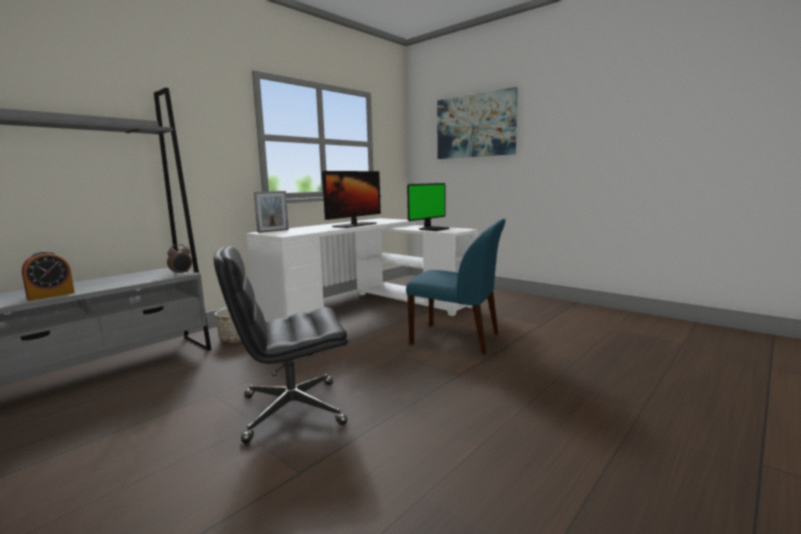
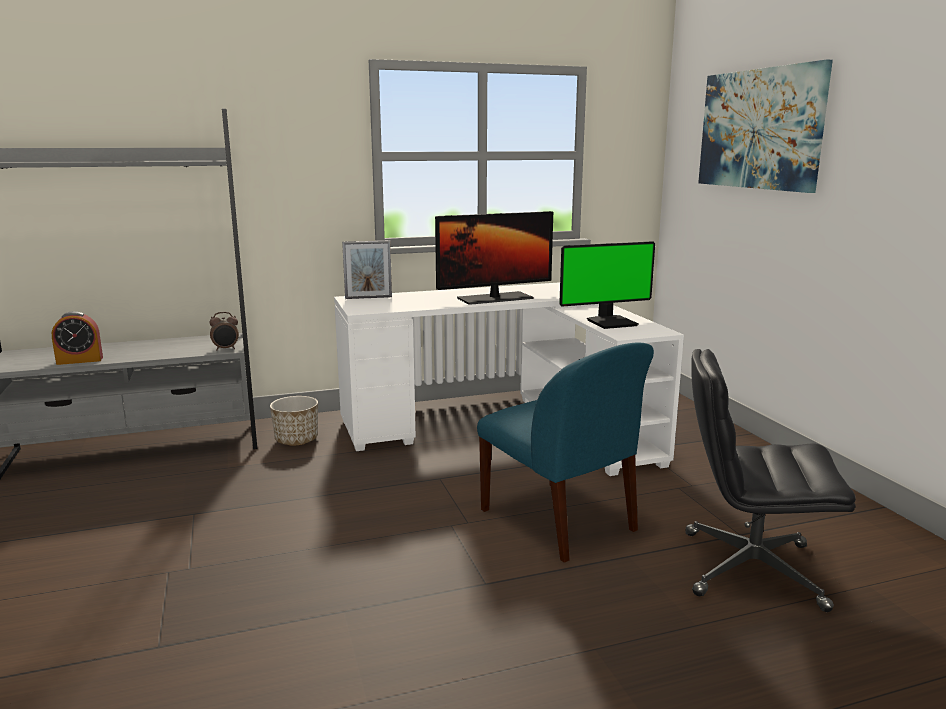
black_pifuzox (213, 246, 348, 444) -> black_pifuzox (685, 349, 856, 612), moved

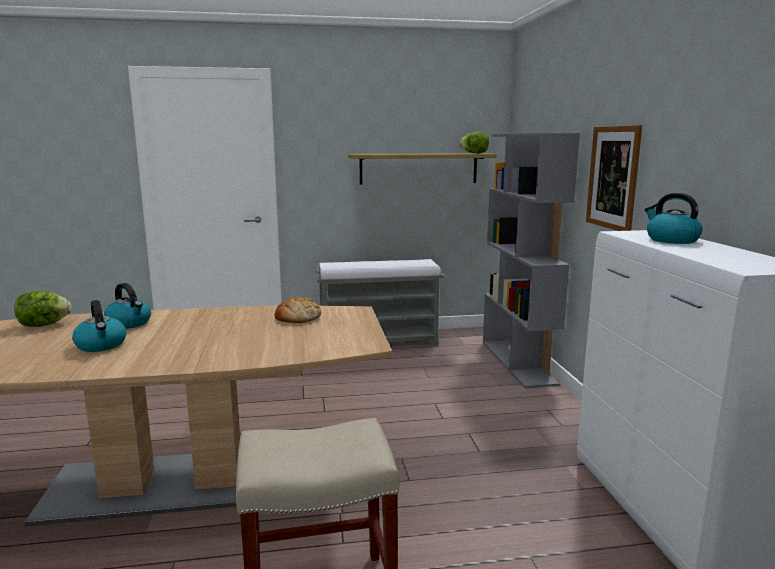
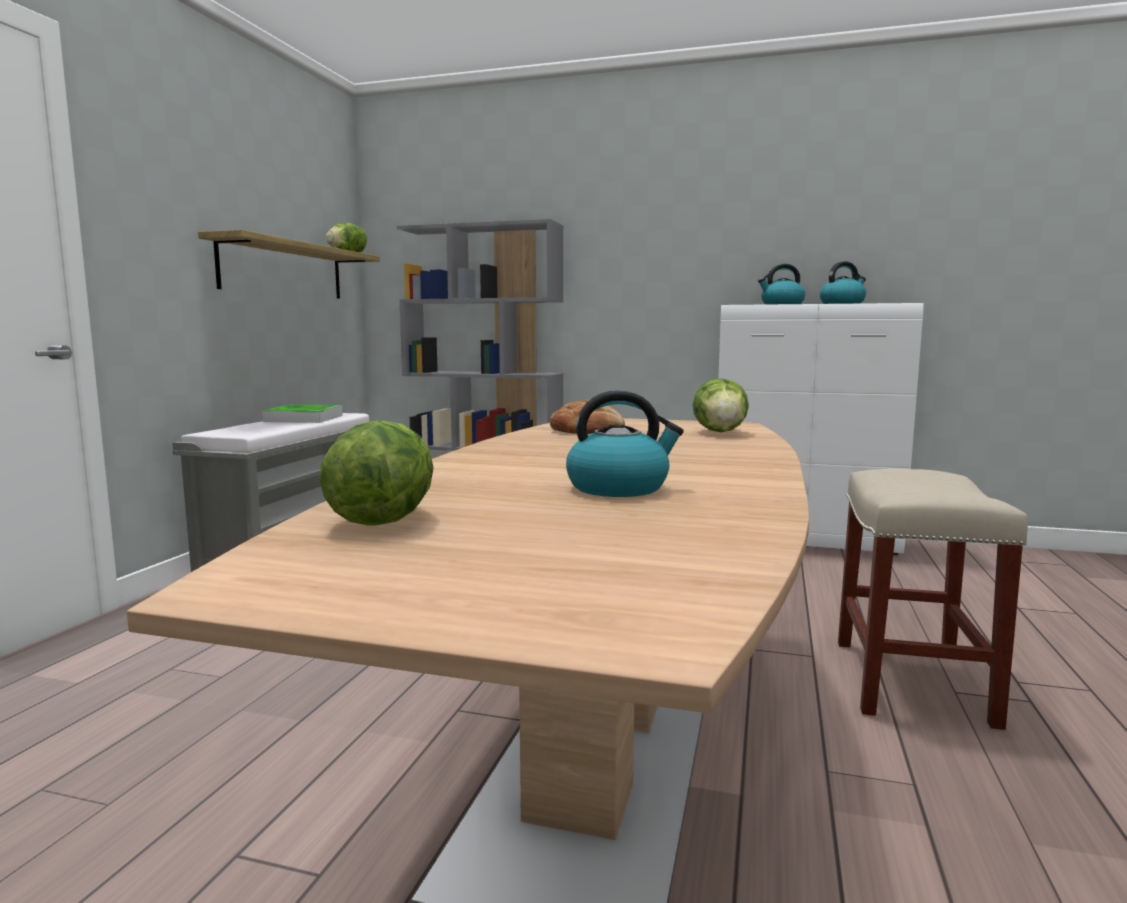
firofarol (586, 125, 642, 231) -> none
none -> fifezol (262, 405, 343, 423)
none -> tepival (693, 378, 749, 432)
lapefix (104, 283, 151, 329) -> lapefix (820, 261, 866, 304), moved

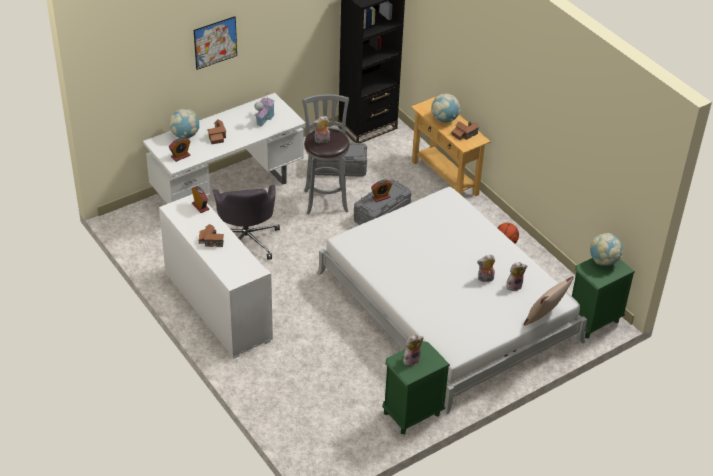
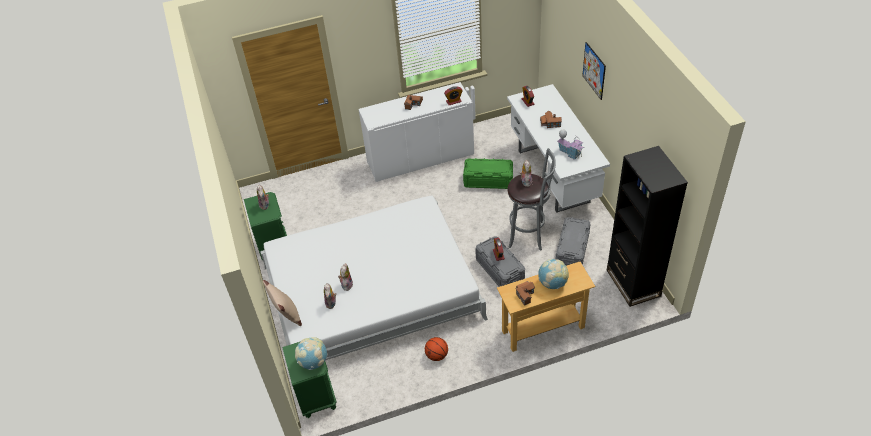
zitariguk (169, 109, 200, 138) -> none
grey_pifuzox (213, 185, 280, 260) -> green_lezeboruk (463, 158, 513, 189)

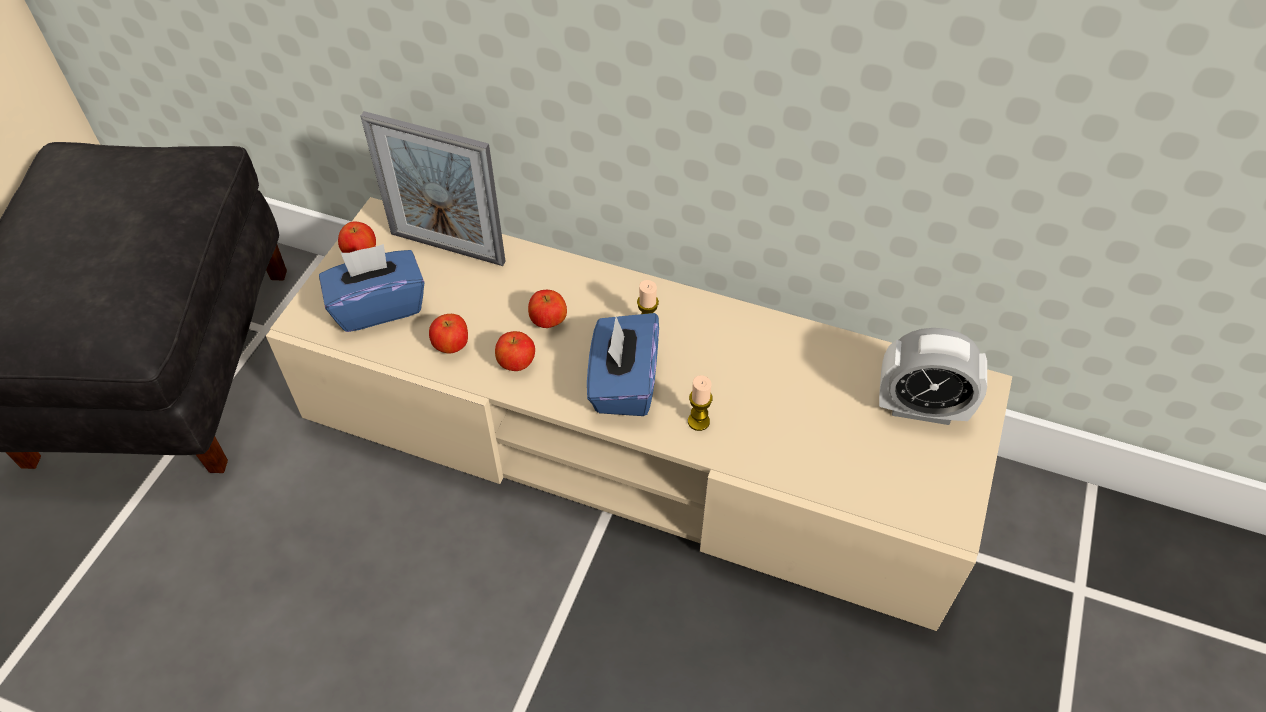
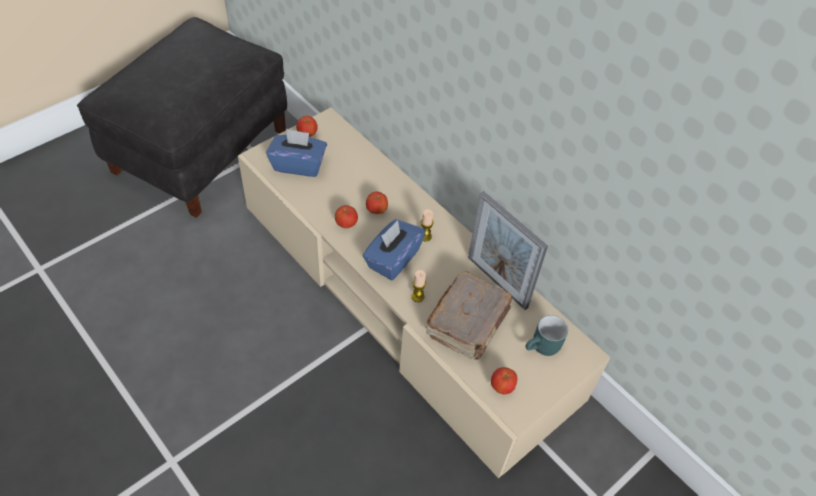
none -> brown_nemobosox (426, 271, 512, 360)
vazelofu (360, 111, 506, 266) -> vazelofu (468, 191, 548, 310), moved
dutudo (429, 314, 468, 354) -> dutudo (491, 367, 517, 394), moved
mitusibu (879, 328, 987, 425) -> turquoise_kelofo (525, 315, 568, 356)

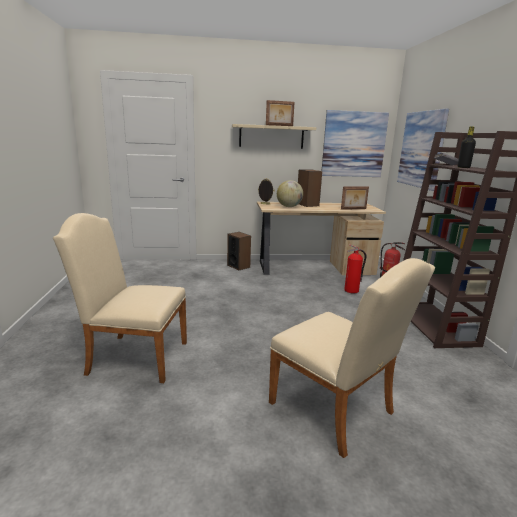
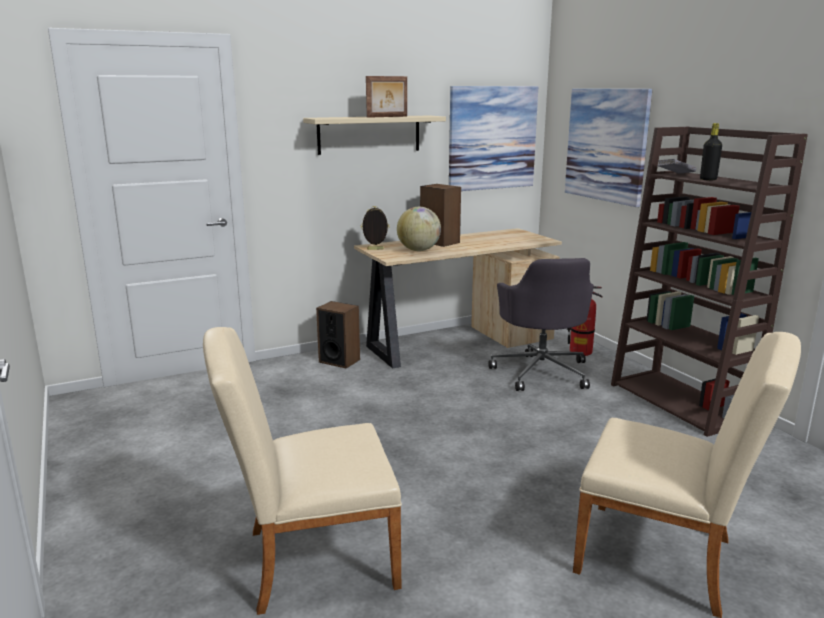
vazelofu (341, 186, 369, 210) -> none
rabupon (344, 244, 366, 294) -> grey_pifuzox (489, 258, 594, 391)

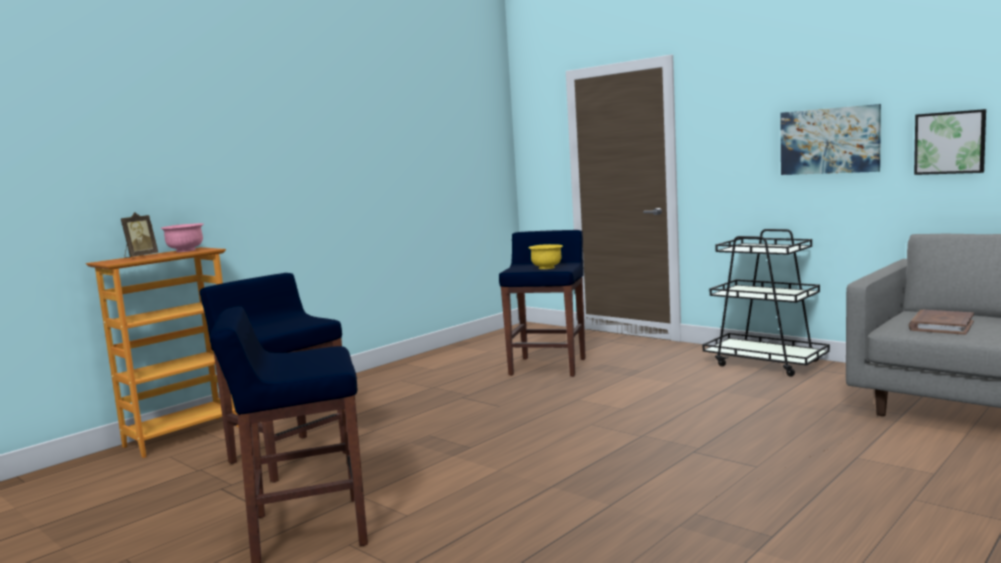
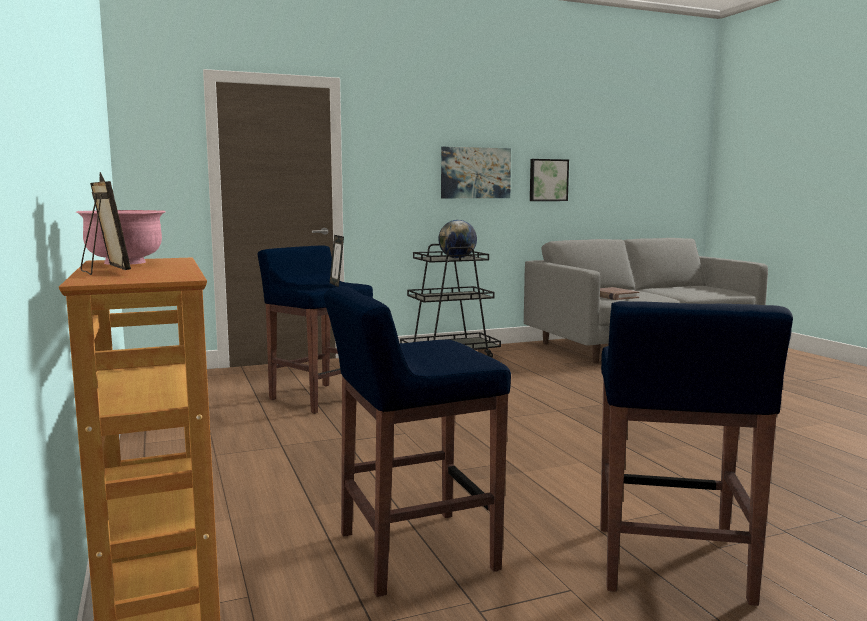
none -> zitariguk (438, 220, 477, 259)
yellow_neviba (528, 244, 563, 269) -> vazelofu (330, 235, 344, 287)

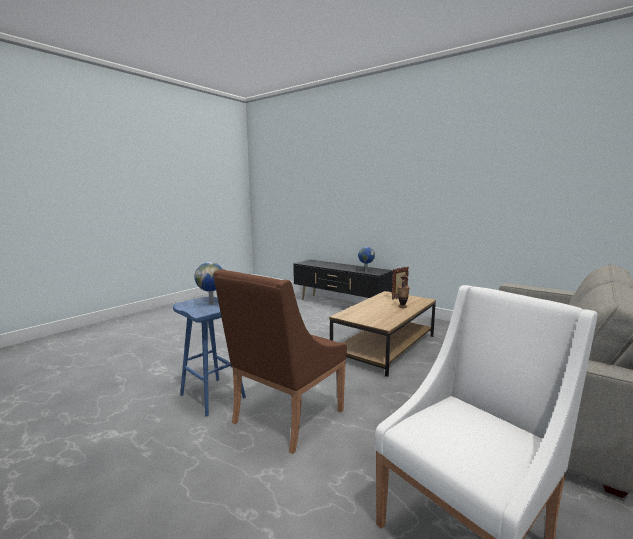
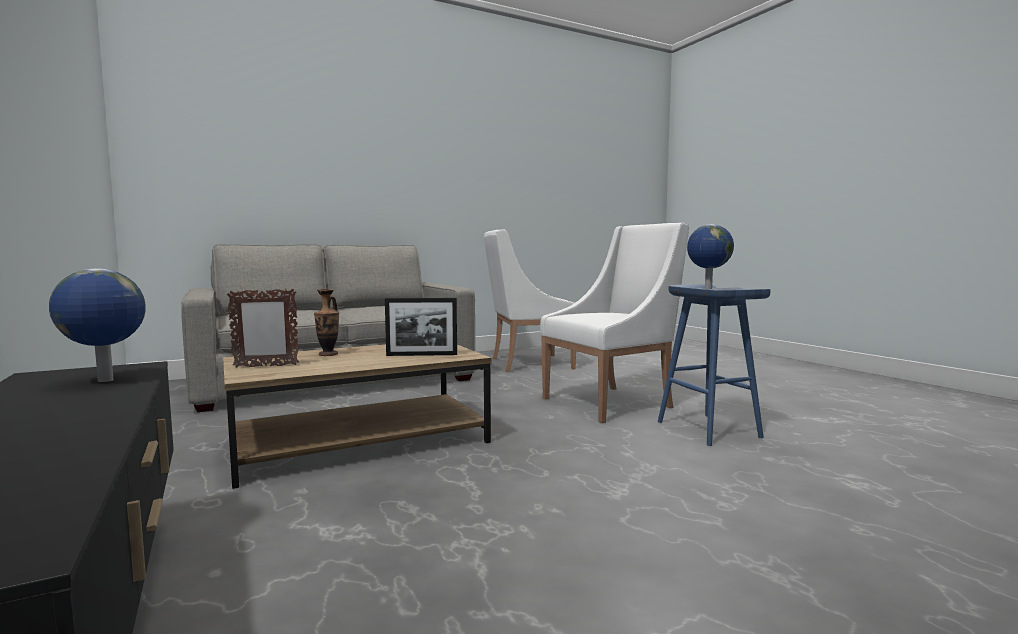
none -> vazelofu (385, 298, 457, 356)
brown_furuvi (214, 269, 347, 454) -> white_furuvi (540, 223, 689, 423)

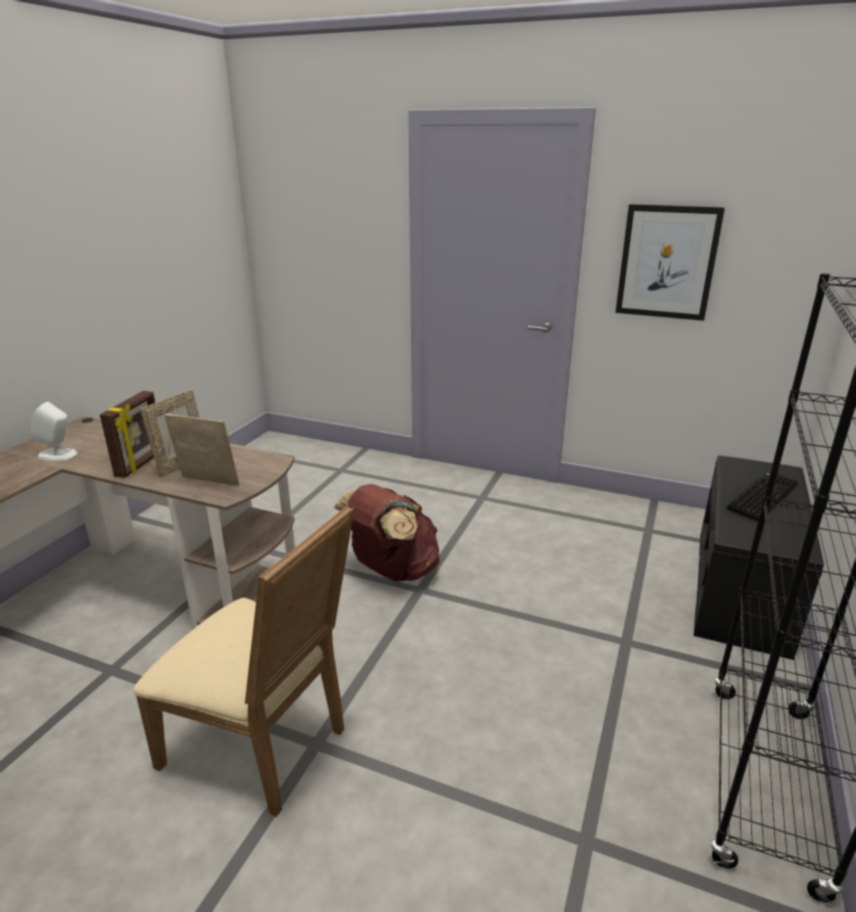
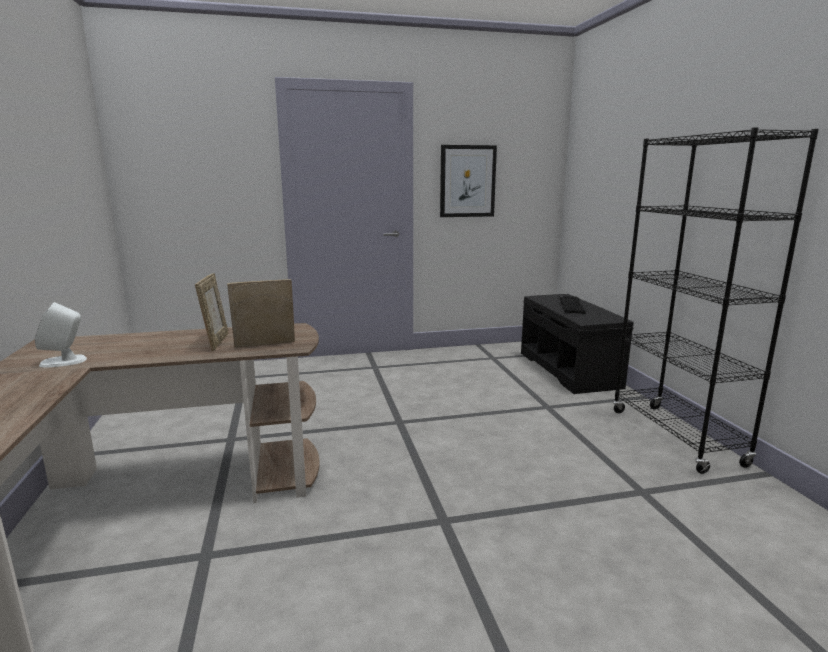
vazelofu (100, 391, 155, 478) -> none
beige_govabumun (133, 505, 354, 817) -> none
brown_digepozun (334, 484, 440, 582) -> none

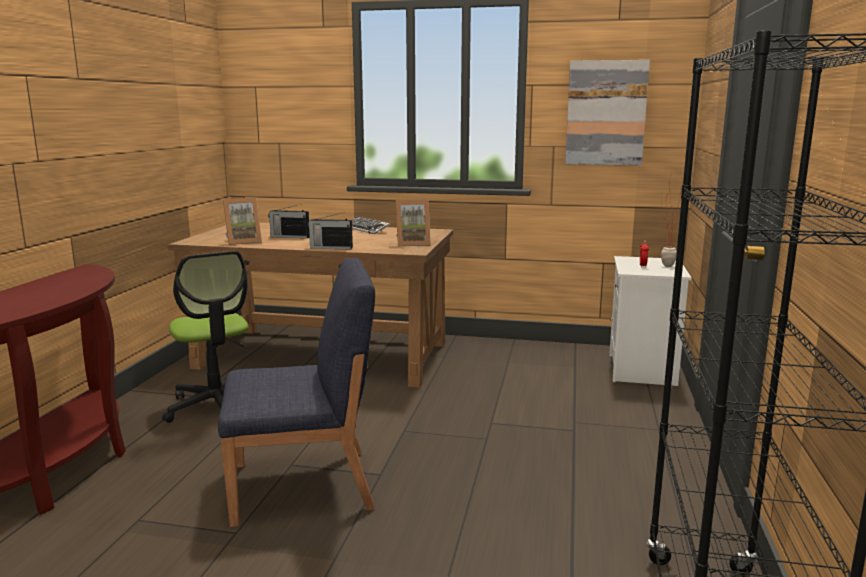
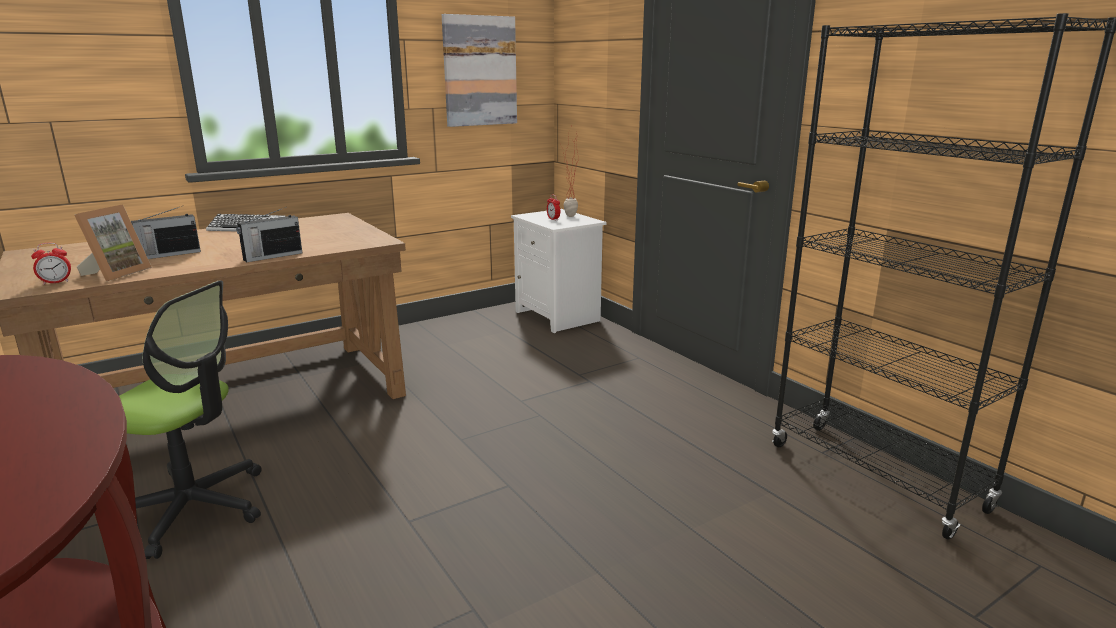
blue_govabumun (218, 258, 375, 527) -> none
vazelofu (396, 199, 431, 246) -> none
none -> mitusibu (31, 243, 71, 285)

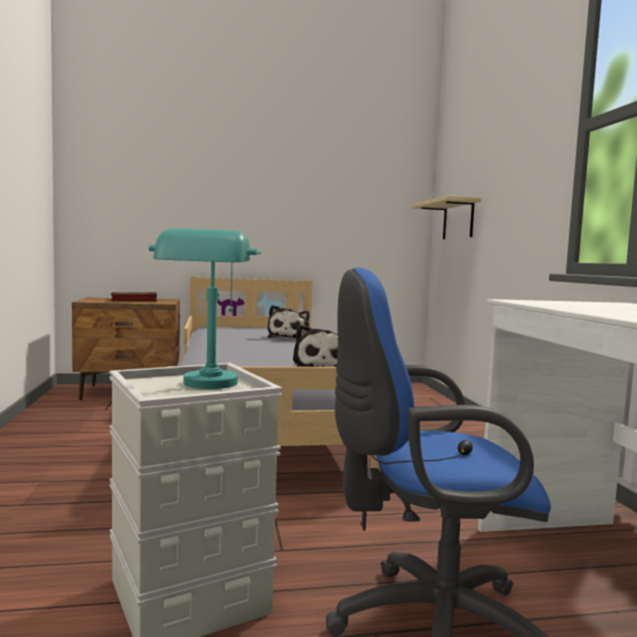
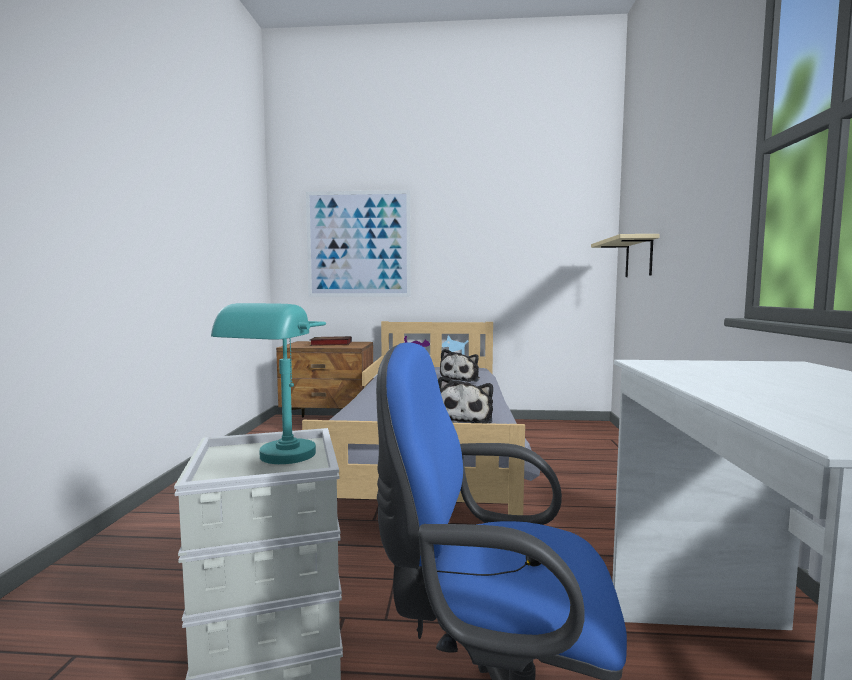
none -> firofarol (306, 190, 411, 297)

